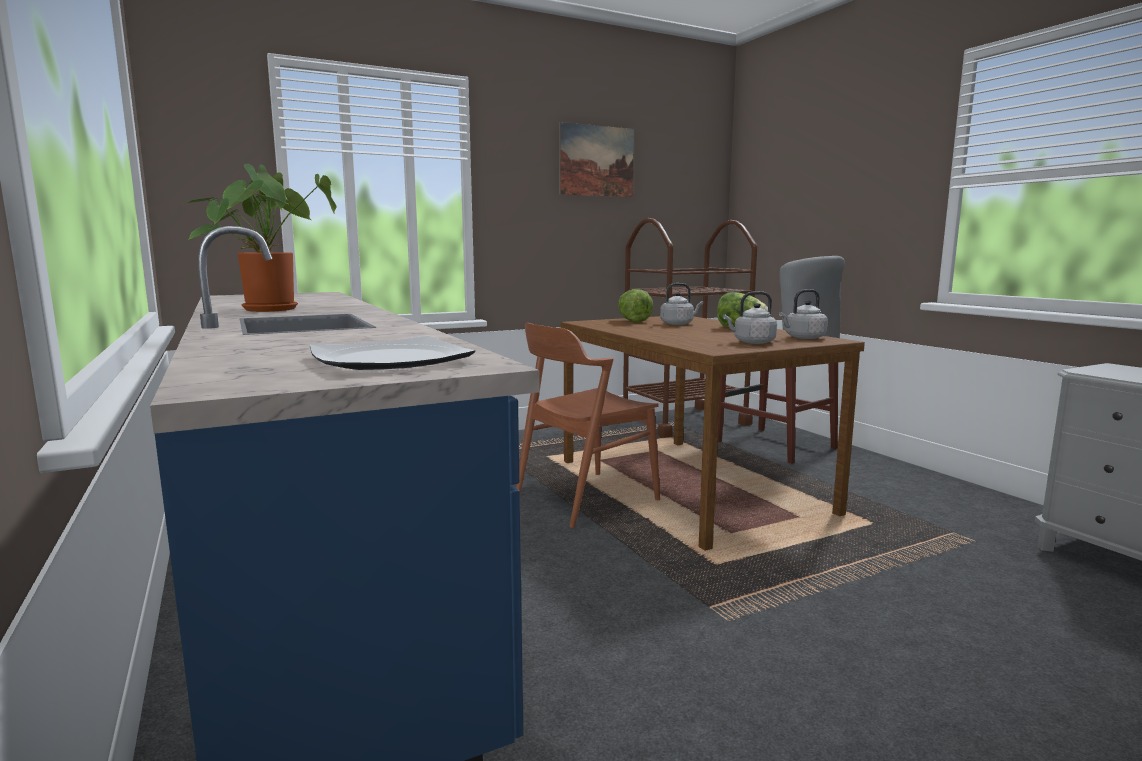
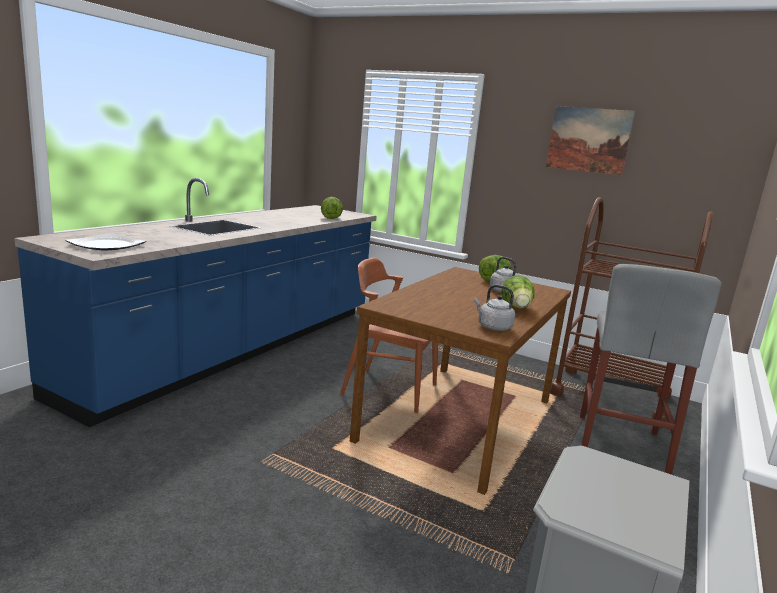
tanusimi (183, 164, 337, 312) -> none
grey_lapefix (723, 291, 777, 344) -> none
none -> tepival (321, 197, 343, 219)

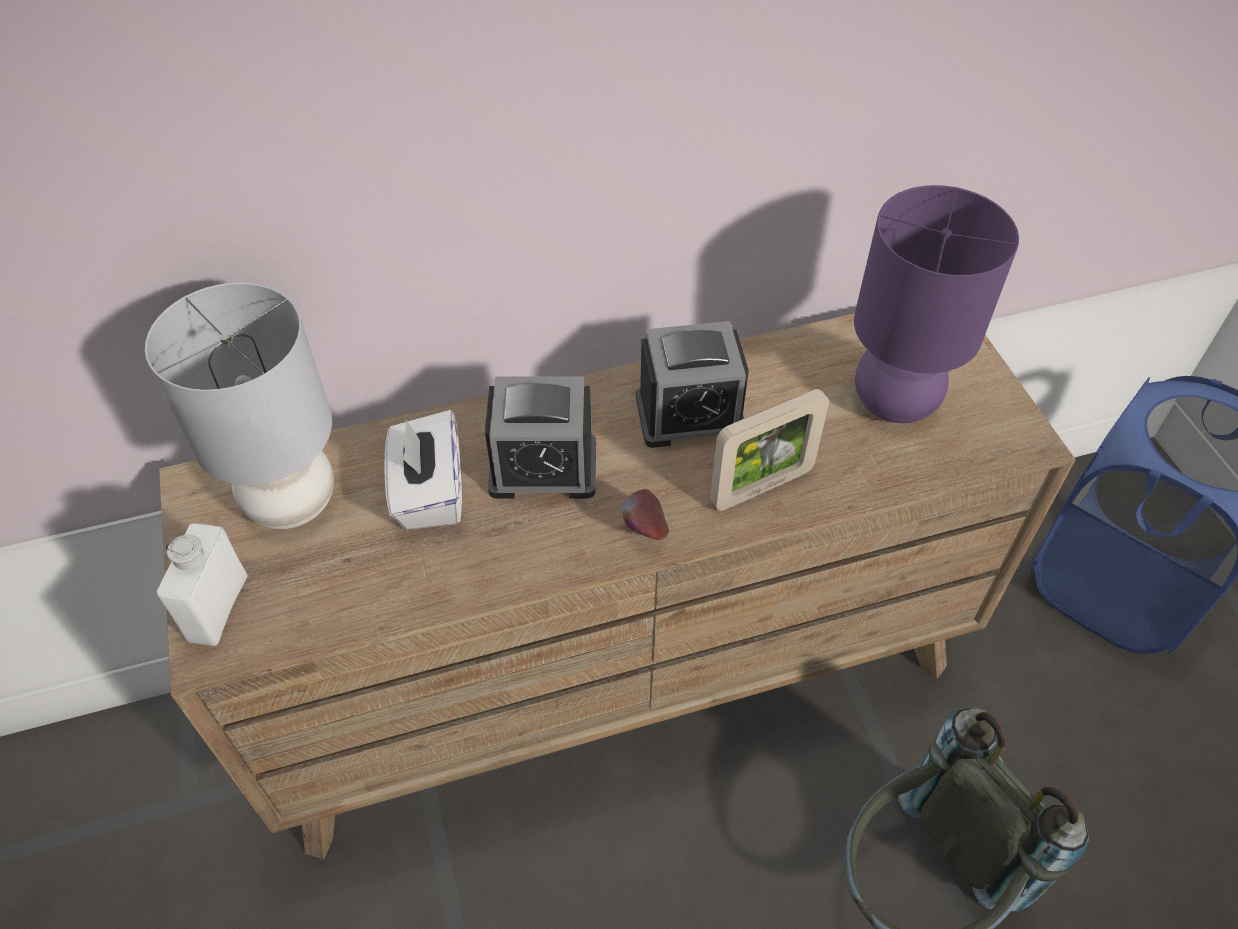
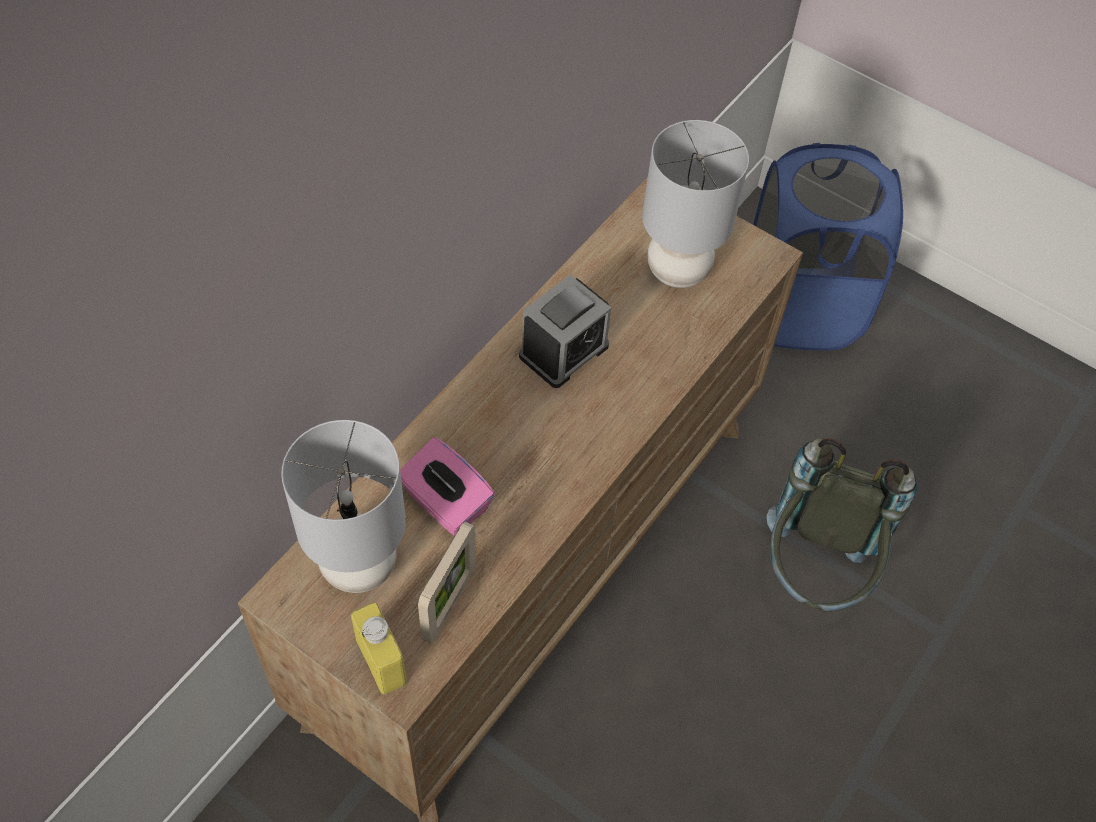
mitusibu (485, 377, 596, 498) -> none
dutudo (621, 489, 669, 540) -> none
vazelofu (710, 389, 829, 511) -> vazelofu (418, 522, 476, 643), moved
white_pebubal (157, 523, 248, 646) -> yellow_pebubal (351, 603, 407, 695)
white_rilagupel (384, 410, 462, 530) -> pink_rilagupel (400, 438, 495, 536)
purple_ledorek (854, 185, 1019, 423) -> grey_ledorek (642, 120, 749, 288)

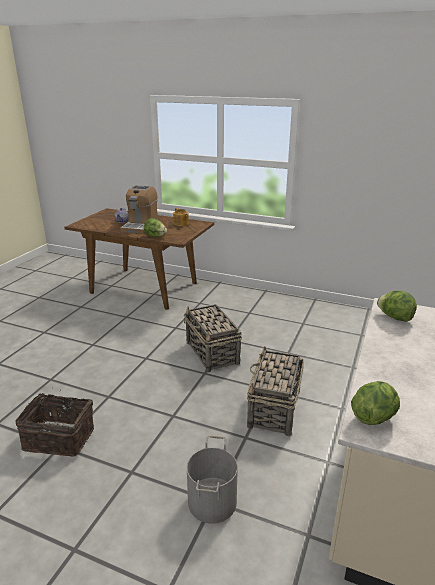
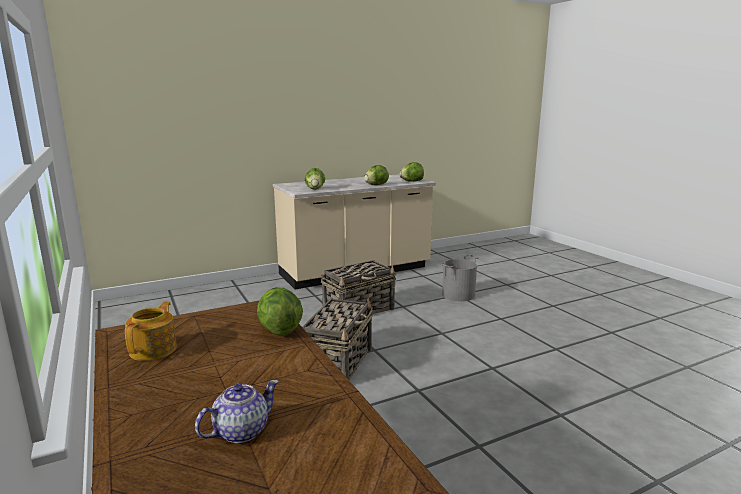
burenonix (15, 388, 94, 457) -> none
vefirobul (120, 185, 158, 234) -> none
none -> tepival (364, 165, 389, 185)

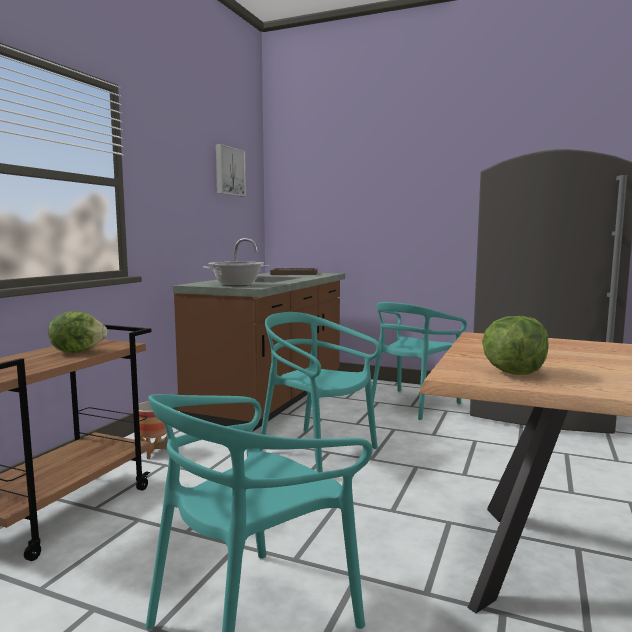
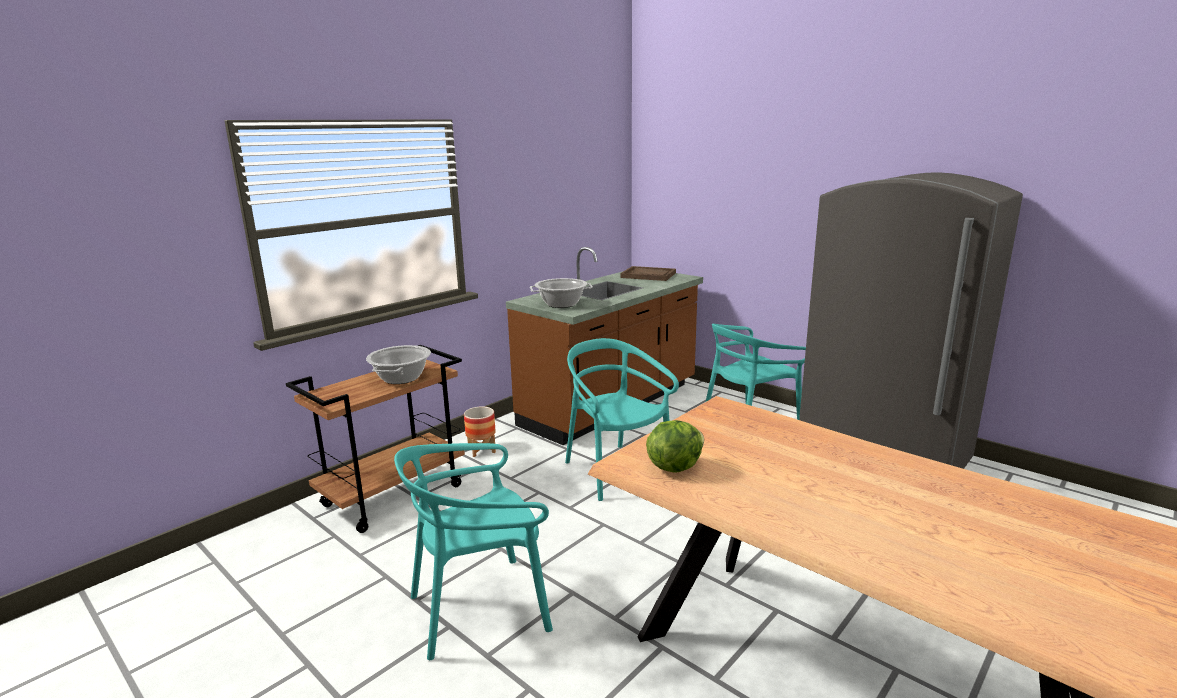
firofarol (216, 144, 246, 196) -> none
tepival (48, 311, 107, 353) -> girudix (366, 345, 431, 384)

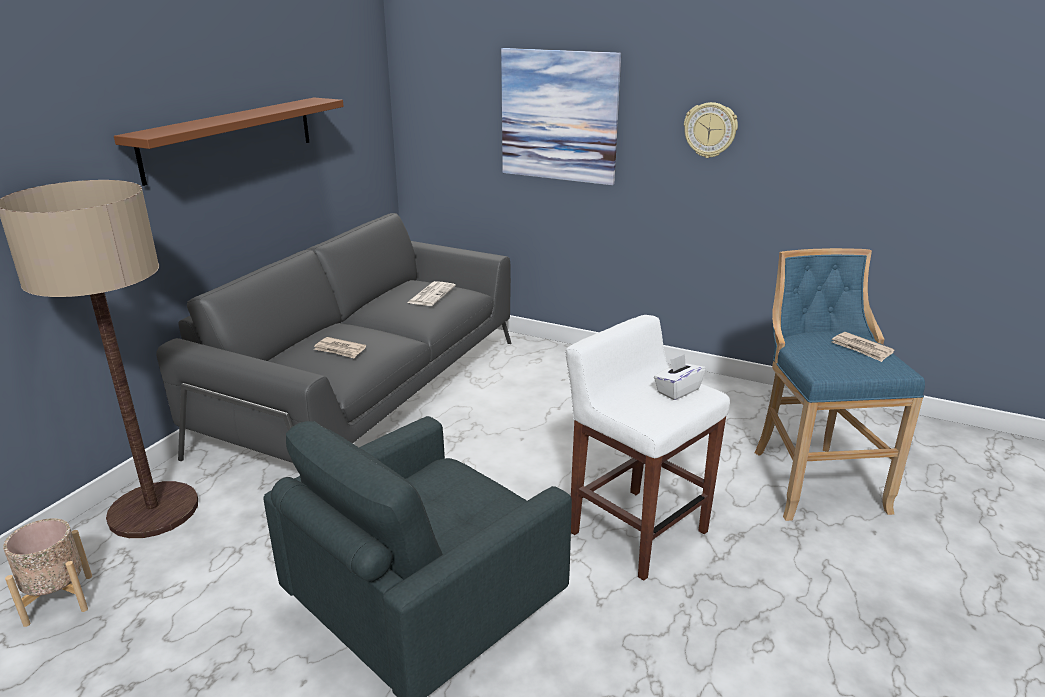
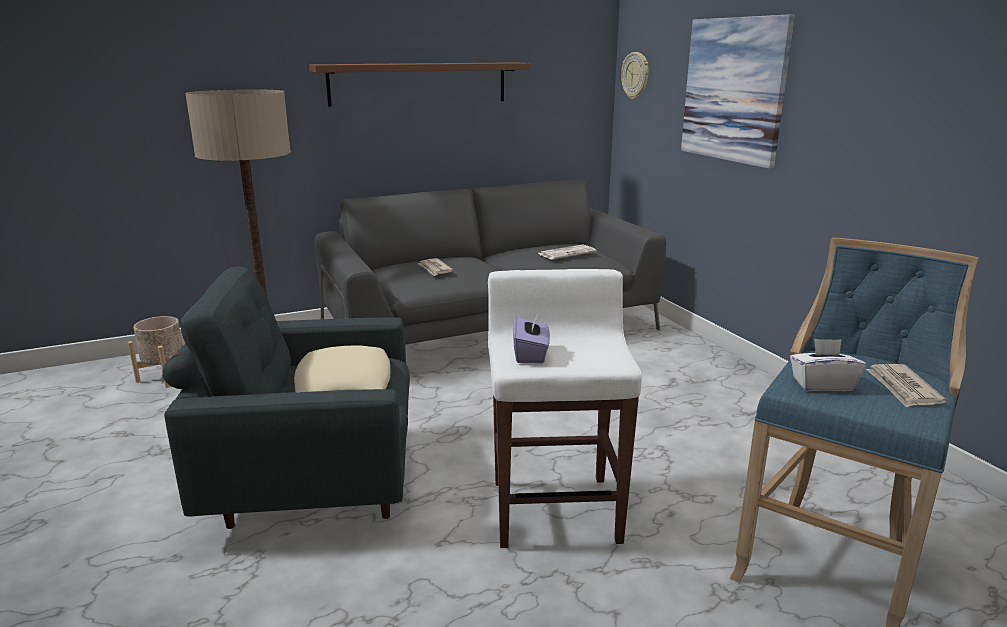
none -> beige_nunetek (294, 345, 391, 392)
none -> purple_rilagupel (513, 314, 550, 363)
white_rilagupel (654, 354, 706, 400) -> white_rilagupel (790, 339, 866, 391), moved
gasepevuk (684, 102, 738, 158) -> gasepevuk (621, 52, 649, 99), moved

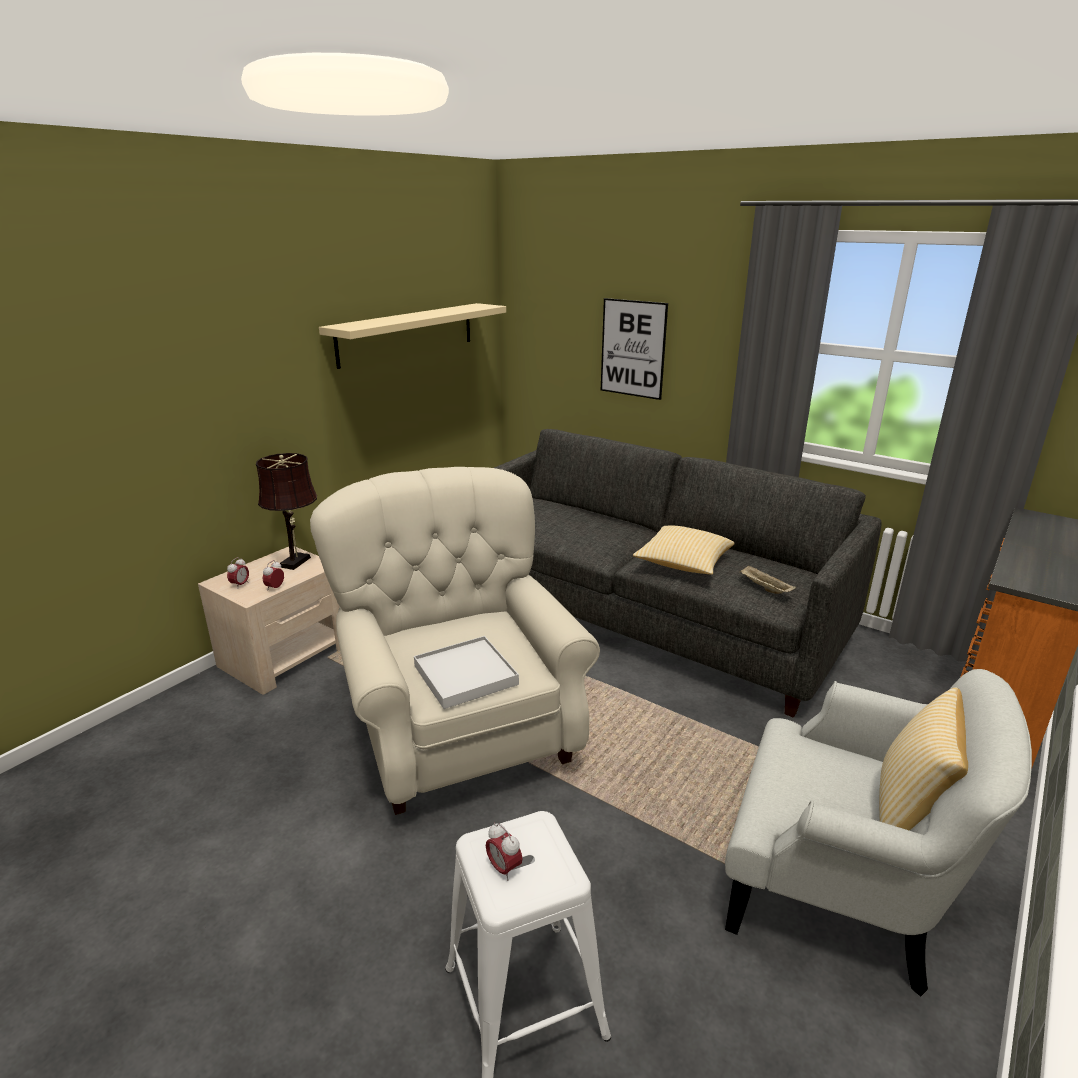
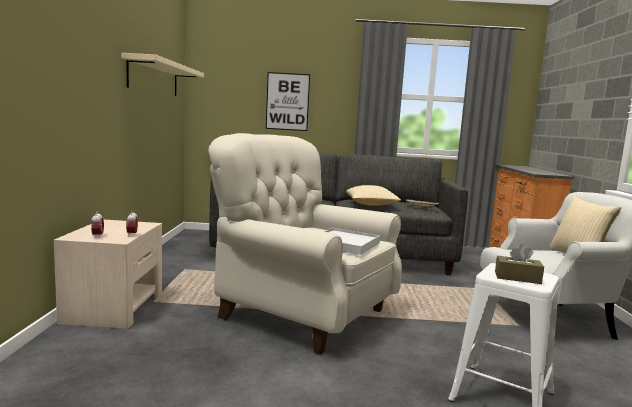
brown_ledorek (256, 453, 317, 570) -> none
mitusibu (486, 823, 522, 881) -> brown_rilagupel (495, 244, 544, 284)

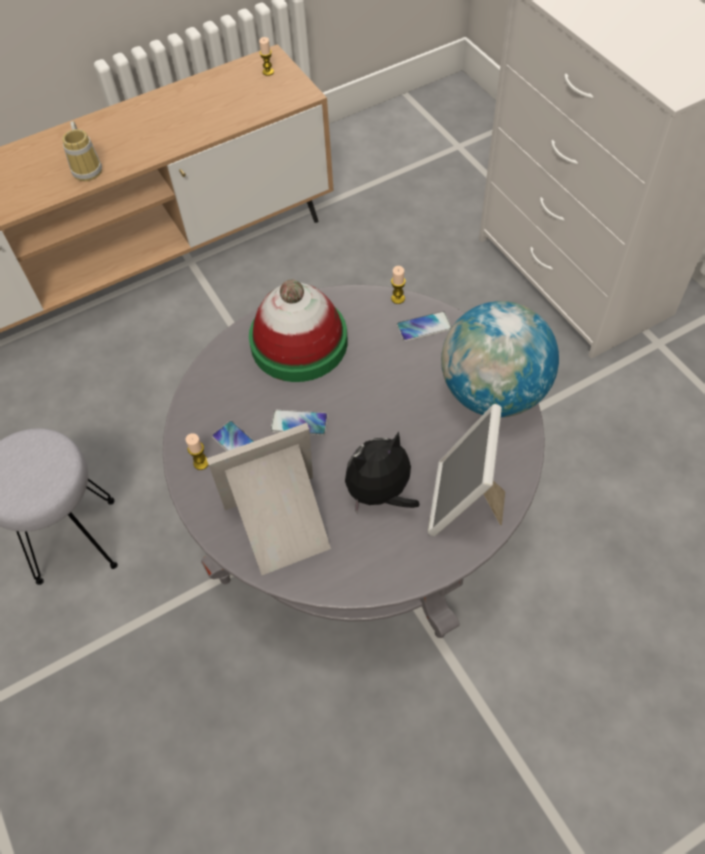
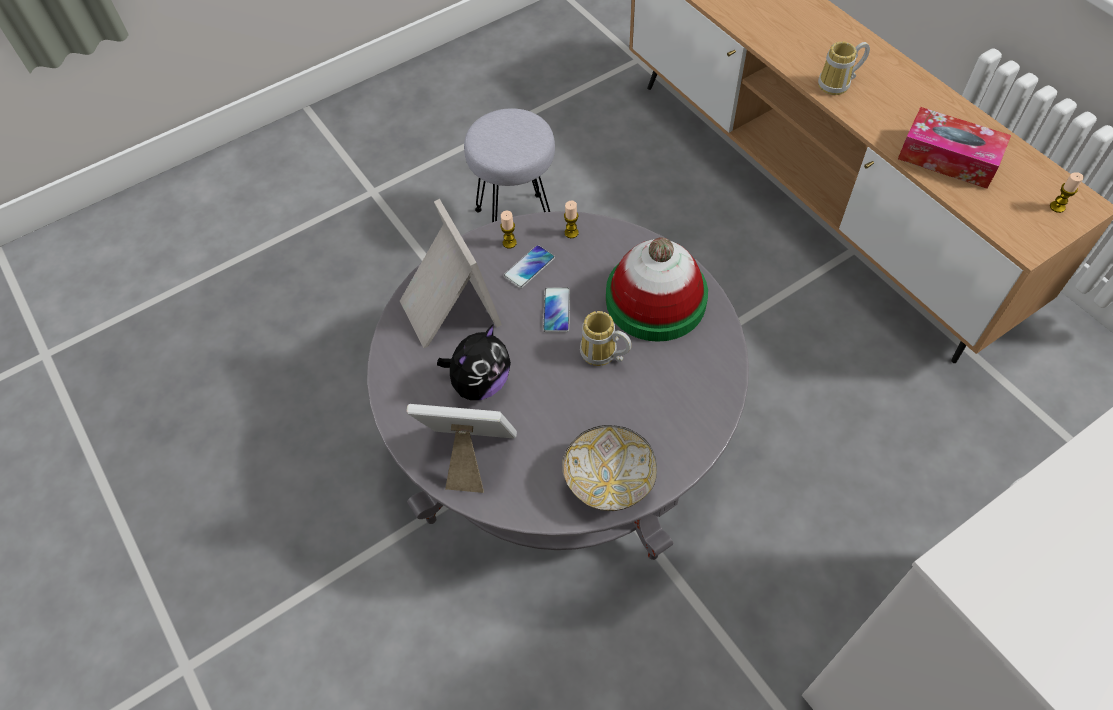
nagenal (397, 311, 452, 342) -> none
none -> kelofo (580, 311, 632, 366)
none -> rilagupel (898, 107, 1011, 189)
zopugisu (391, 266, 406, 304) -> zopugisu (564, 201, 579, 238), moved
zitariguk (441, 301, 559, 417) -> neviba (562, 425, 657, 511)
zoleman (345, 432, 419, 513) -> zoleman (437, 324, 511, 400), 75 degrees clockwise

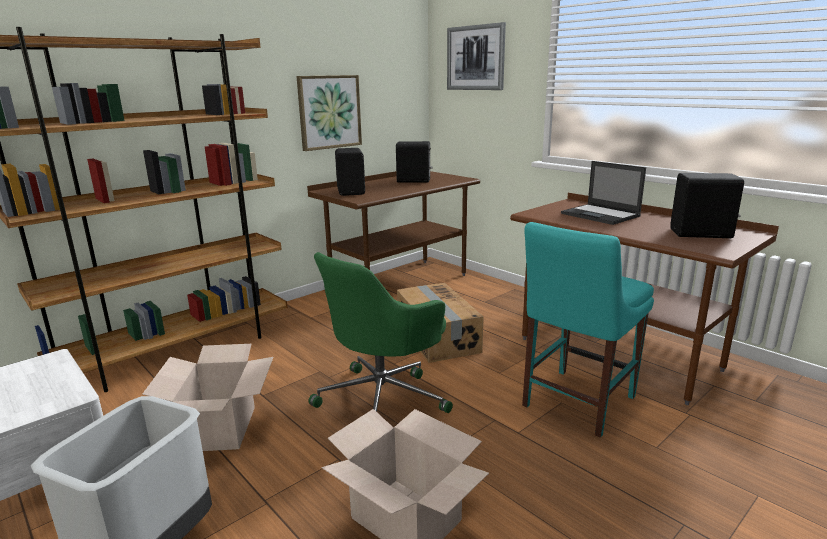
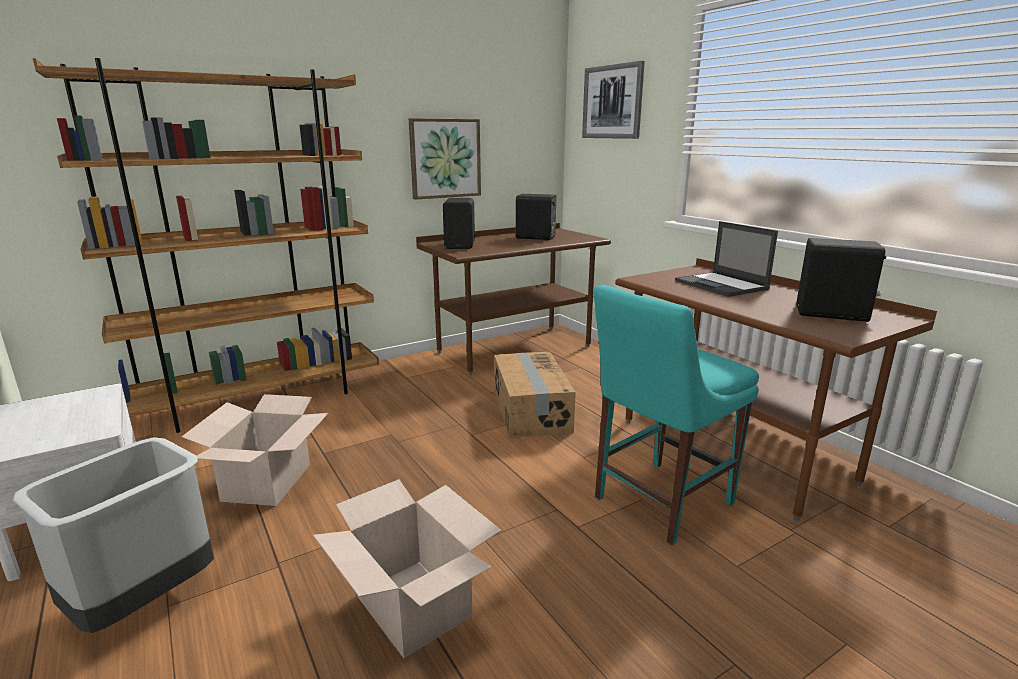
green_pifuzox (308, 252, 453, 413) -> none

